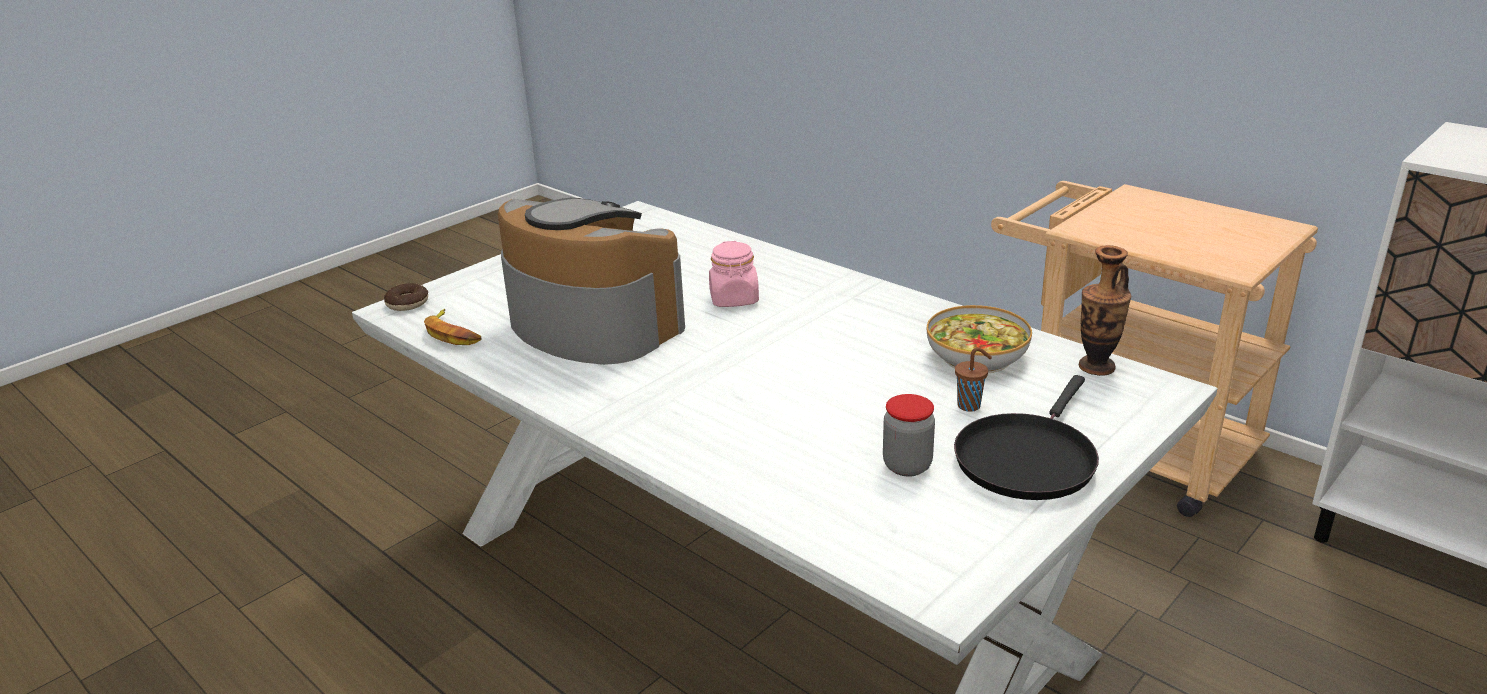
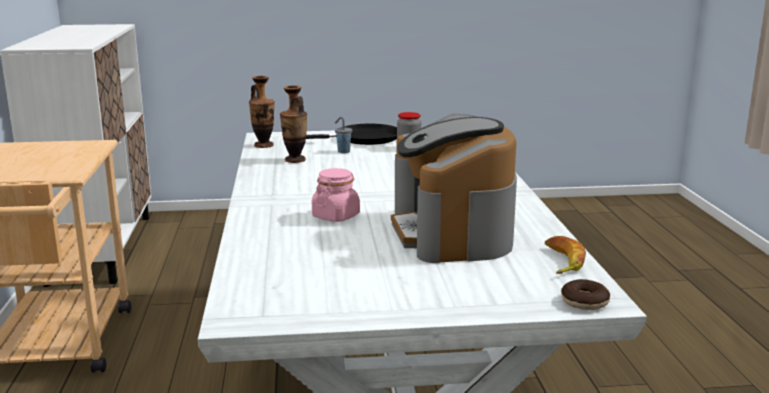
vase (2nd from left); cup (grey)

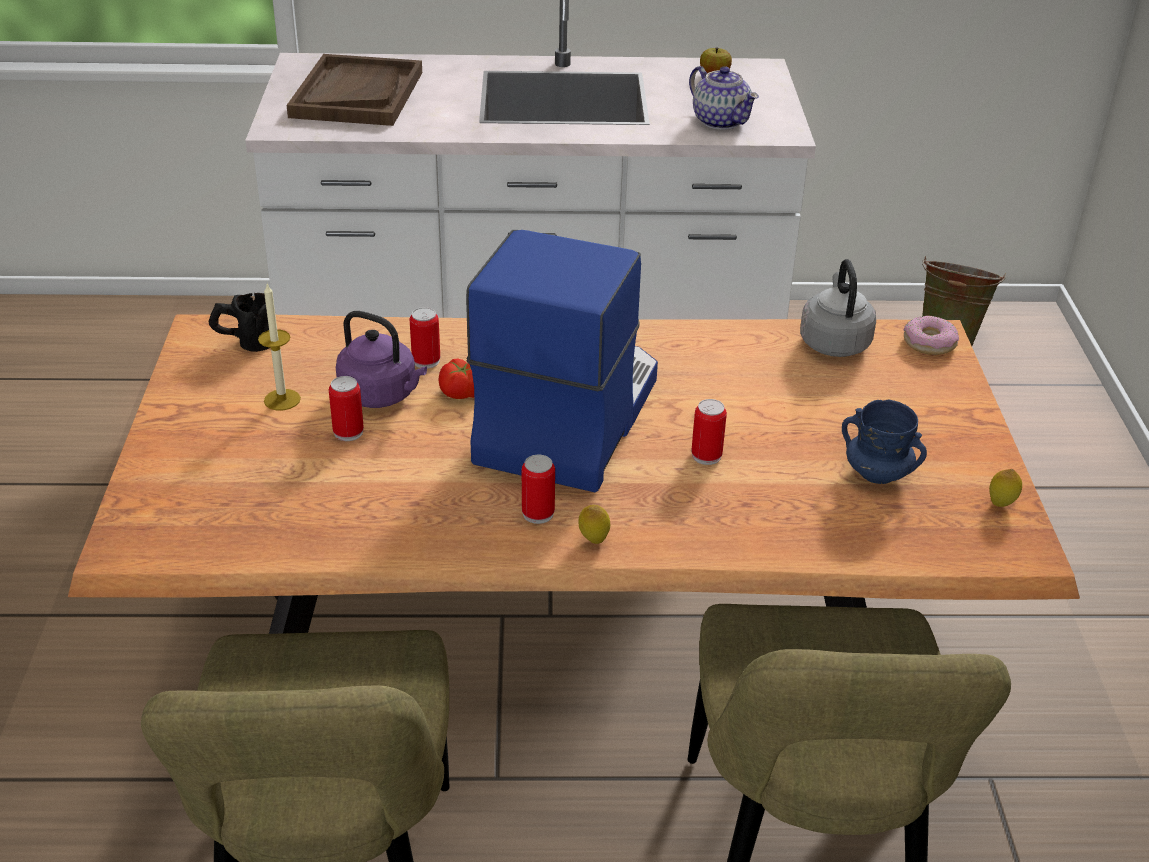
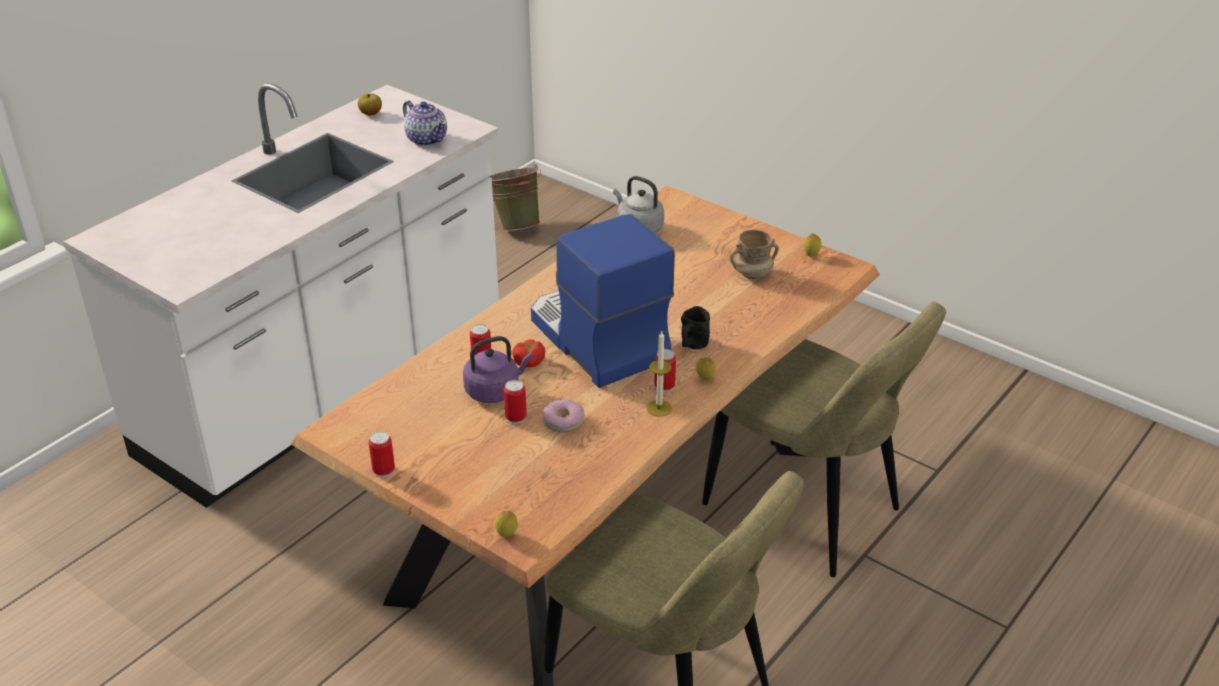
can (1st from left); teapot; lemon (1st from left); donut; candle; mug (black); mug (beige); tray (brown)

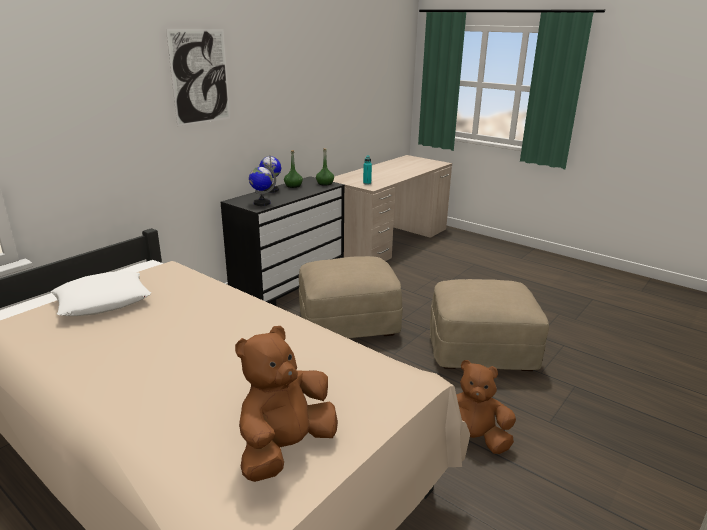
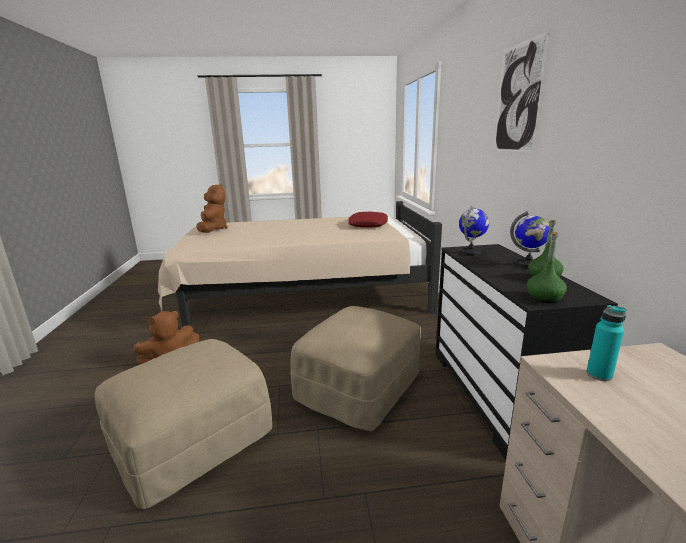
pillow (red)

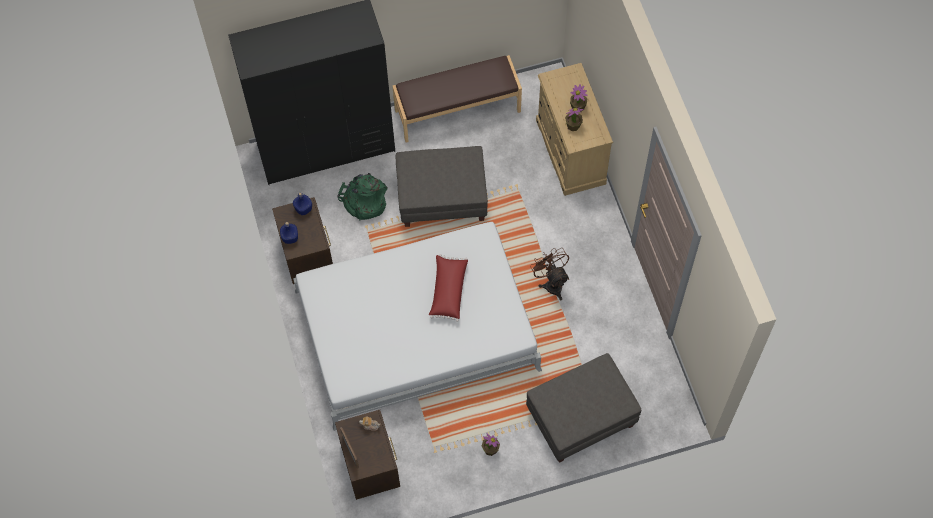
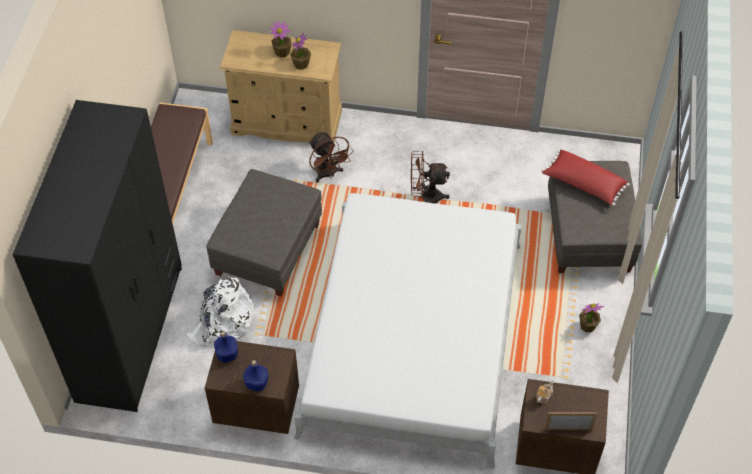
backpack (white); fan (brown) (1st from left); pillow (red)

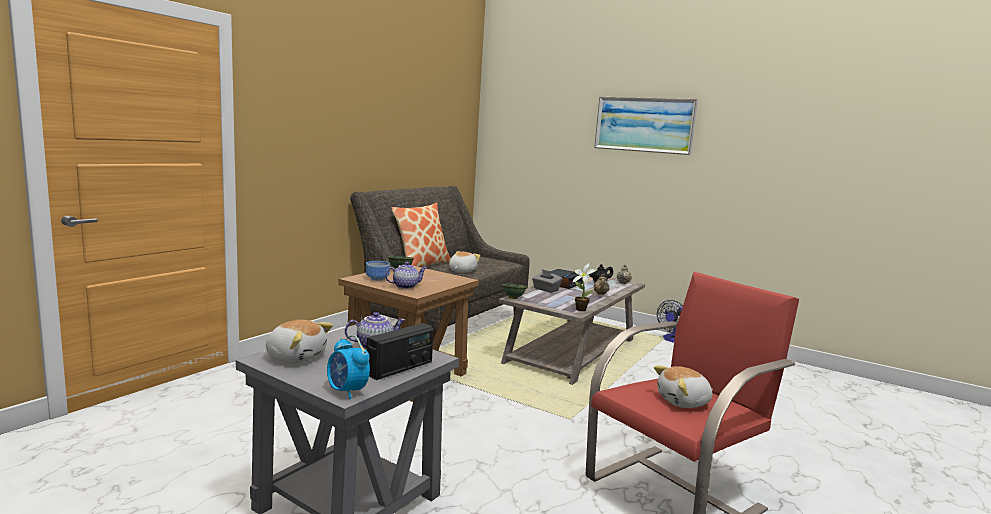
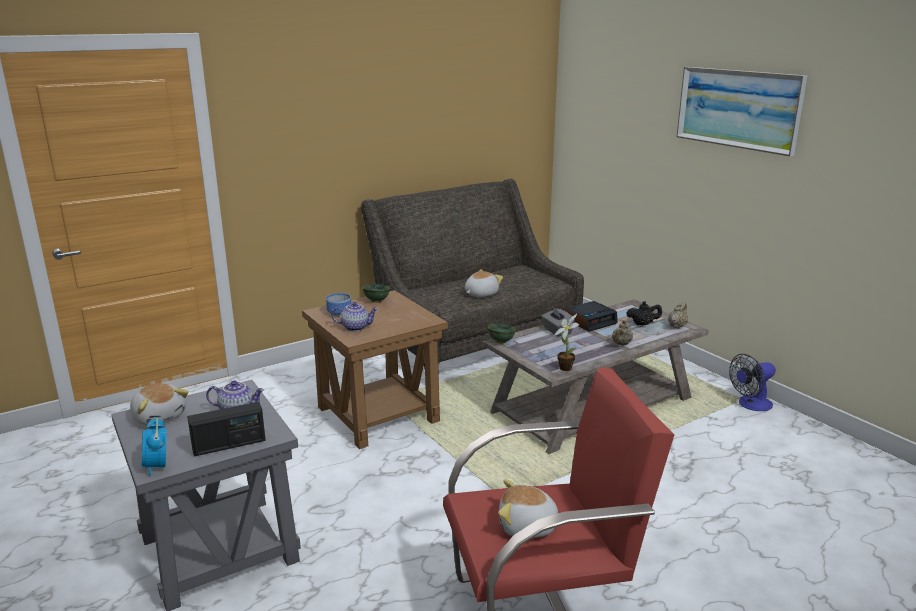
pillow

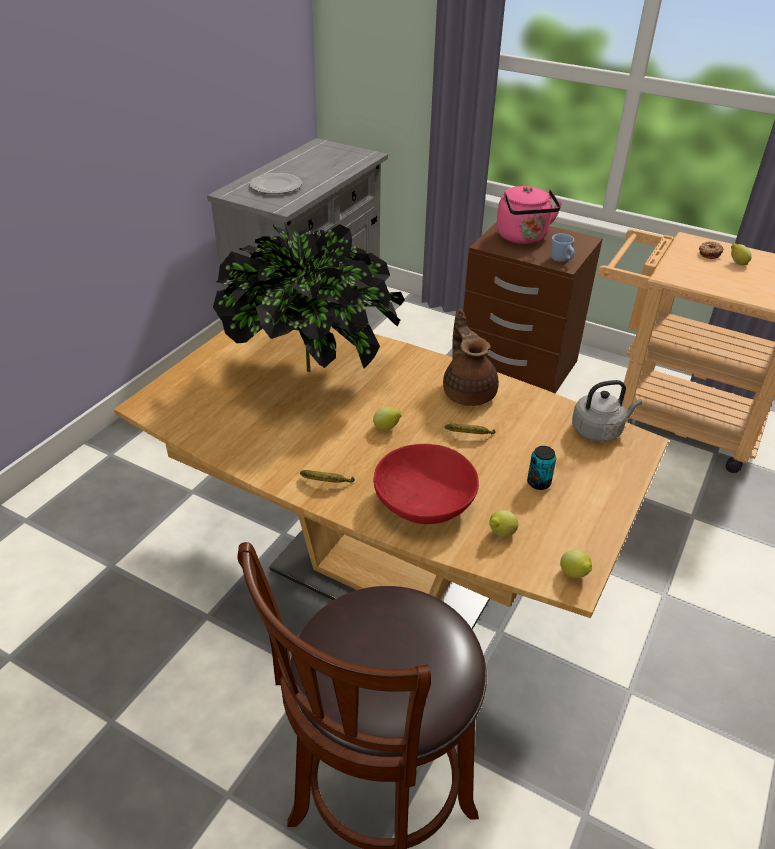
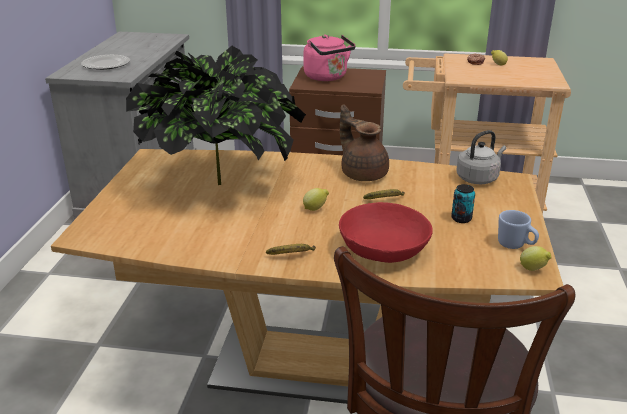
mug (blue); lemon (2nd from left in the first image)

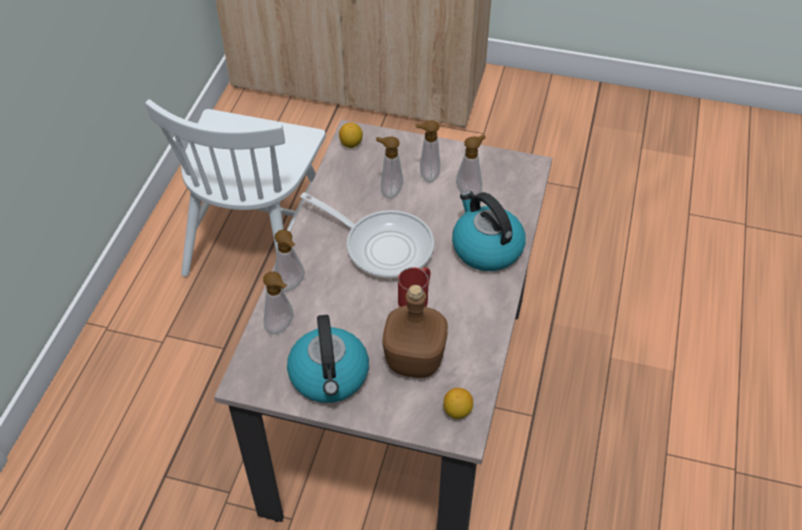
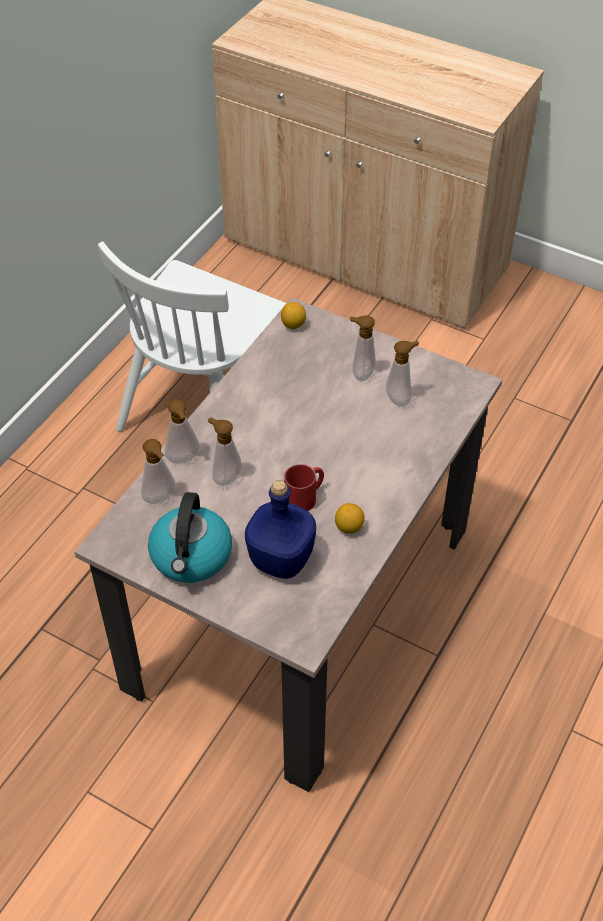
soap dispenser (3rd from left); bottle (blue); lemon (2nd from left); frying pan; kettle (2nd from left in the first image)

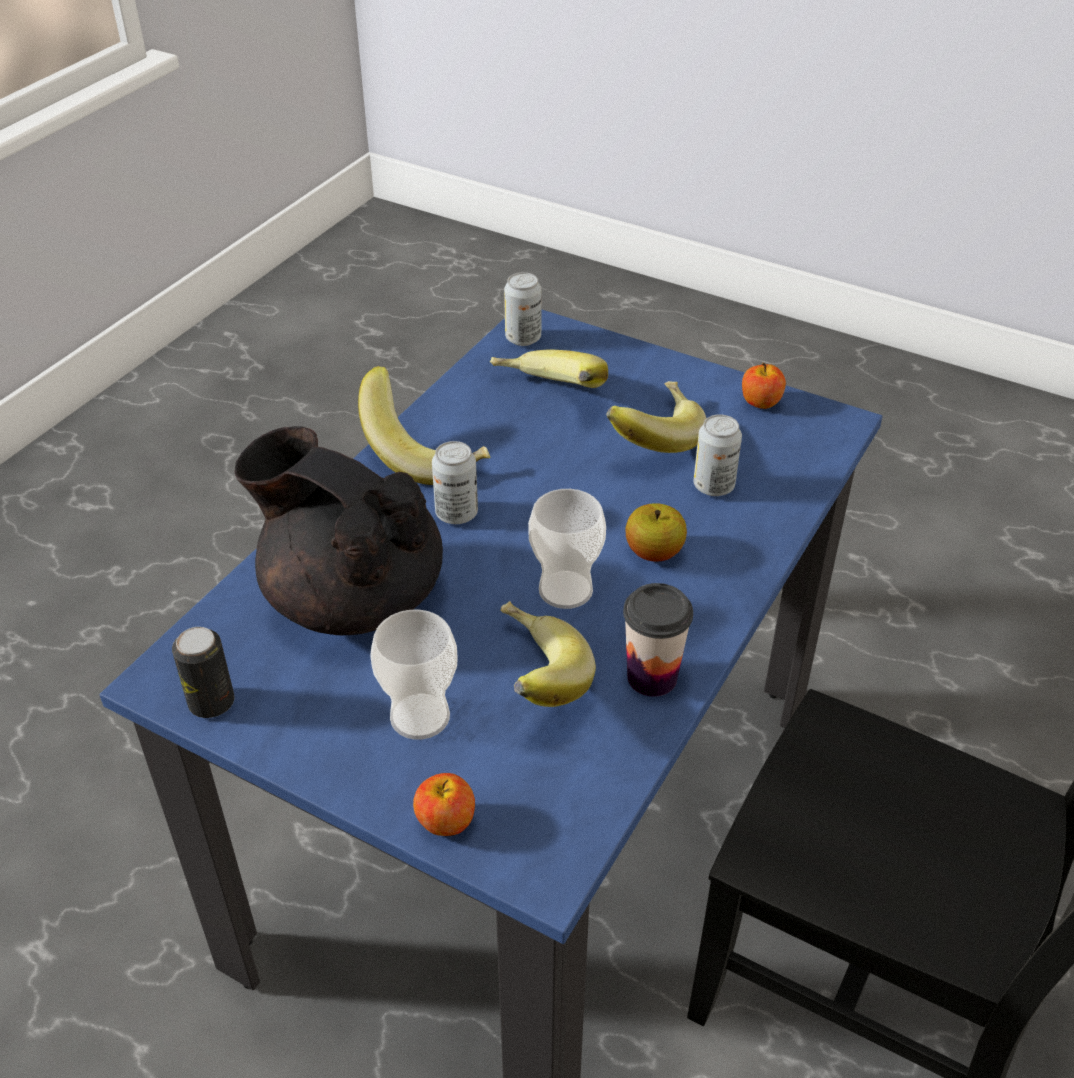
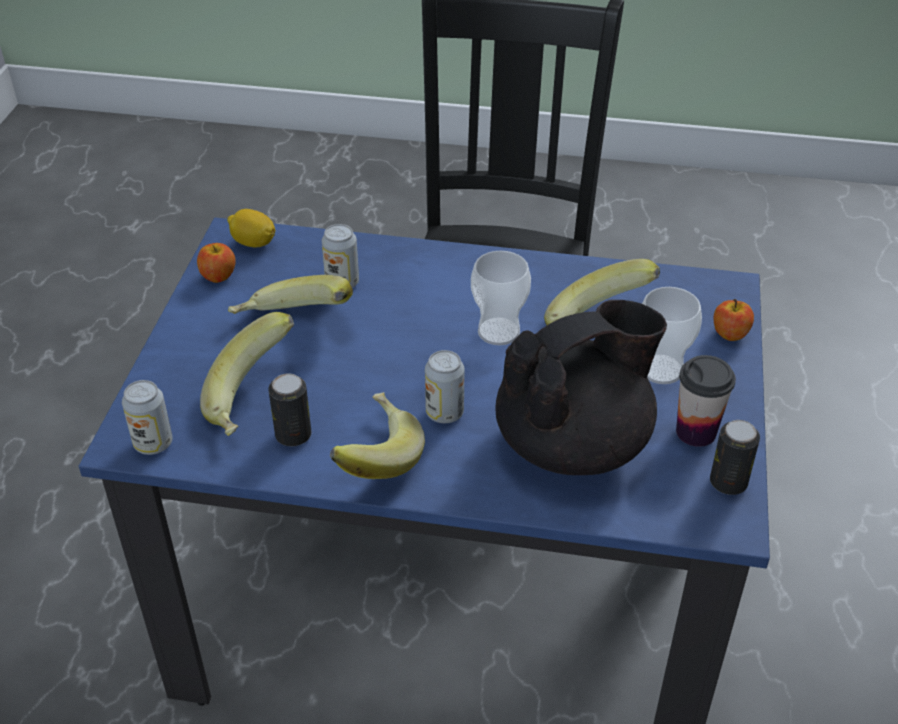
lemon; can (2nd from left); teapot (black); cup (3rd from left); apple (2nd from left in the first image)

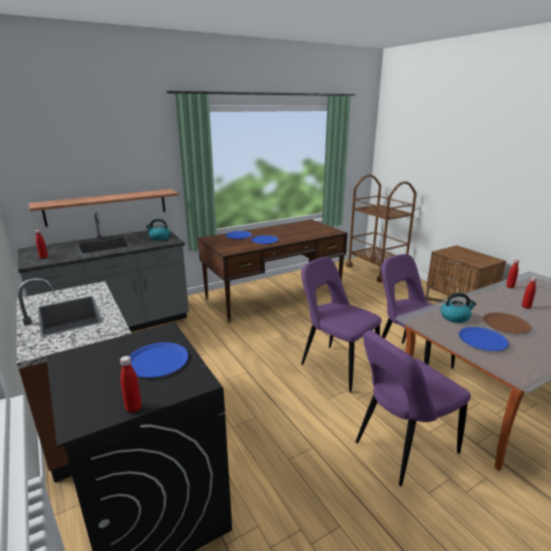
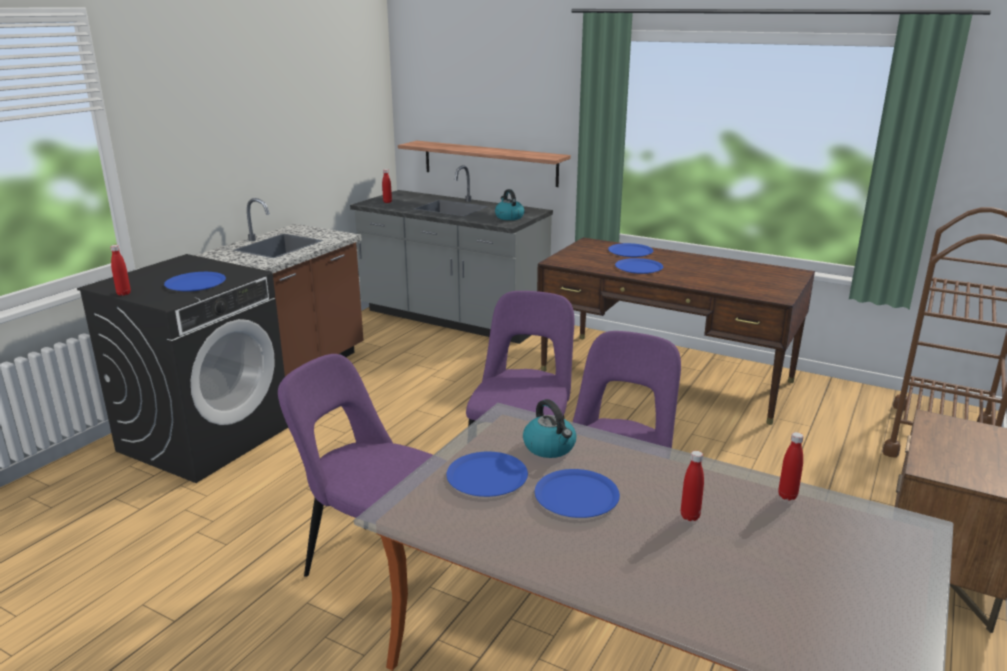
plate (blue) (3rd from left)

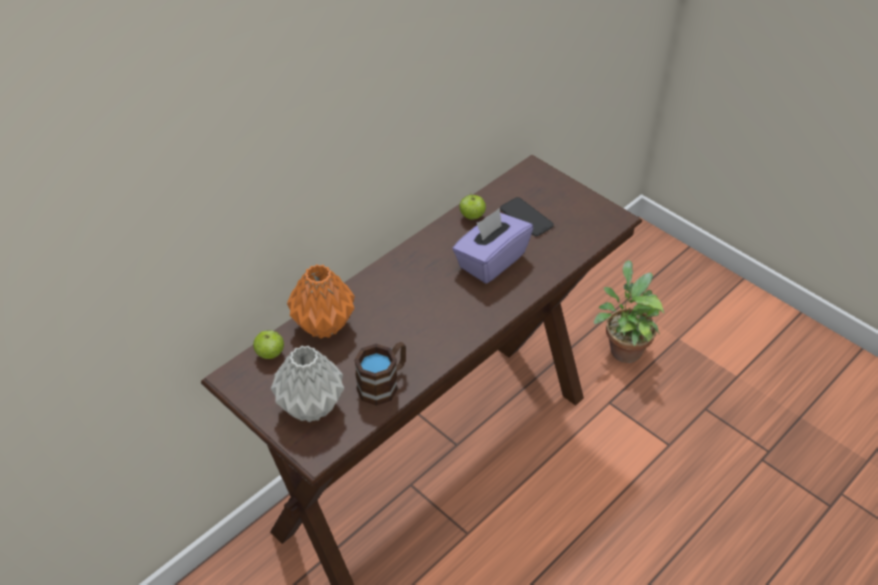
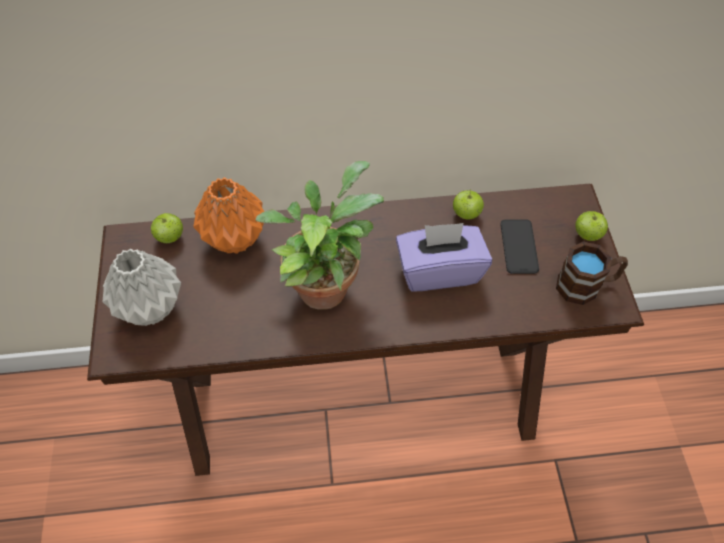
potted plant; mug (brown); apple (3rd from left)

